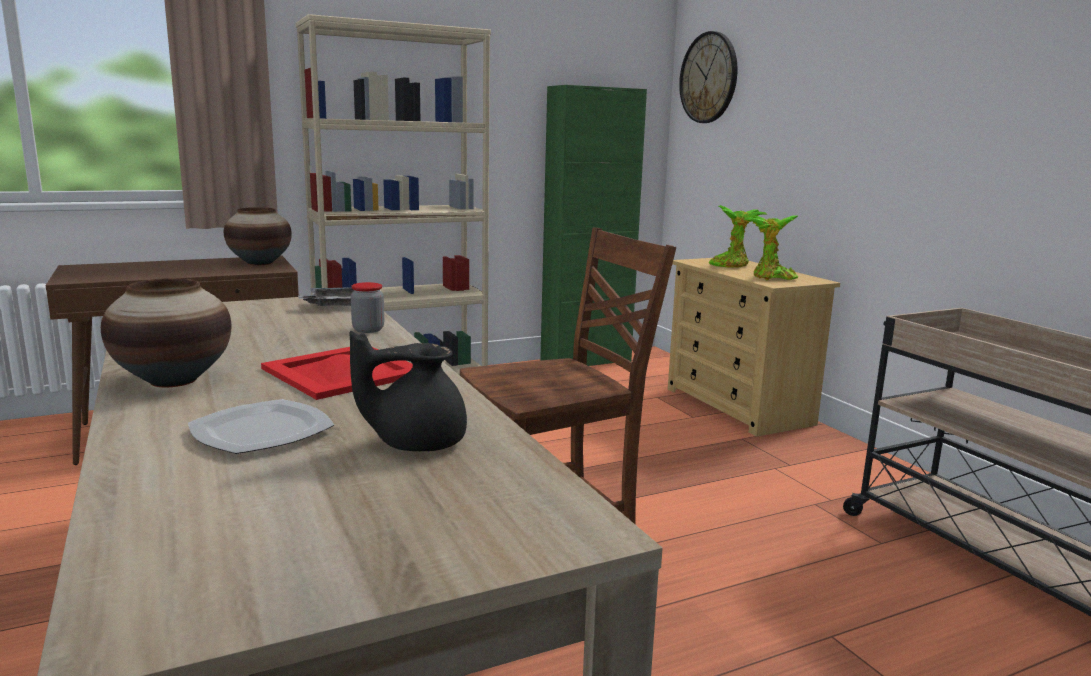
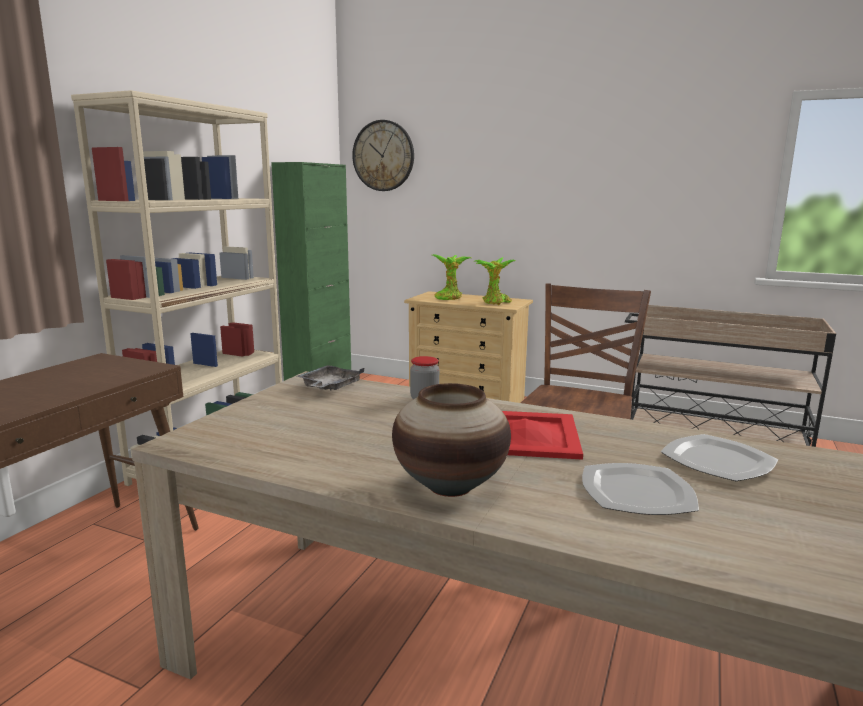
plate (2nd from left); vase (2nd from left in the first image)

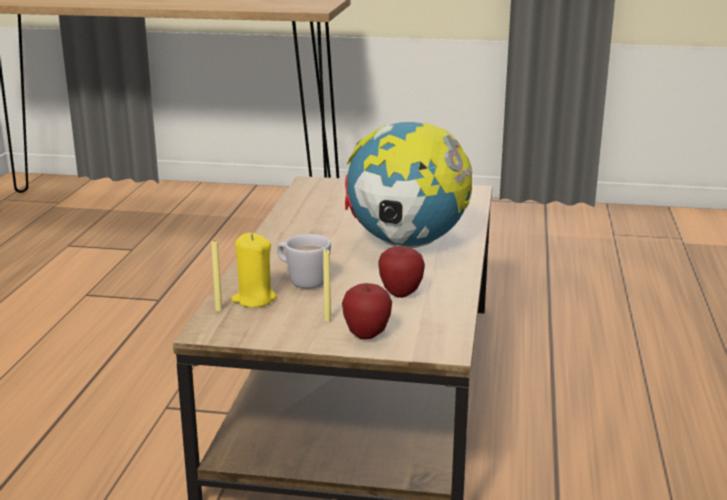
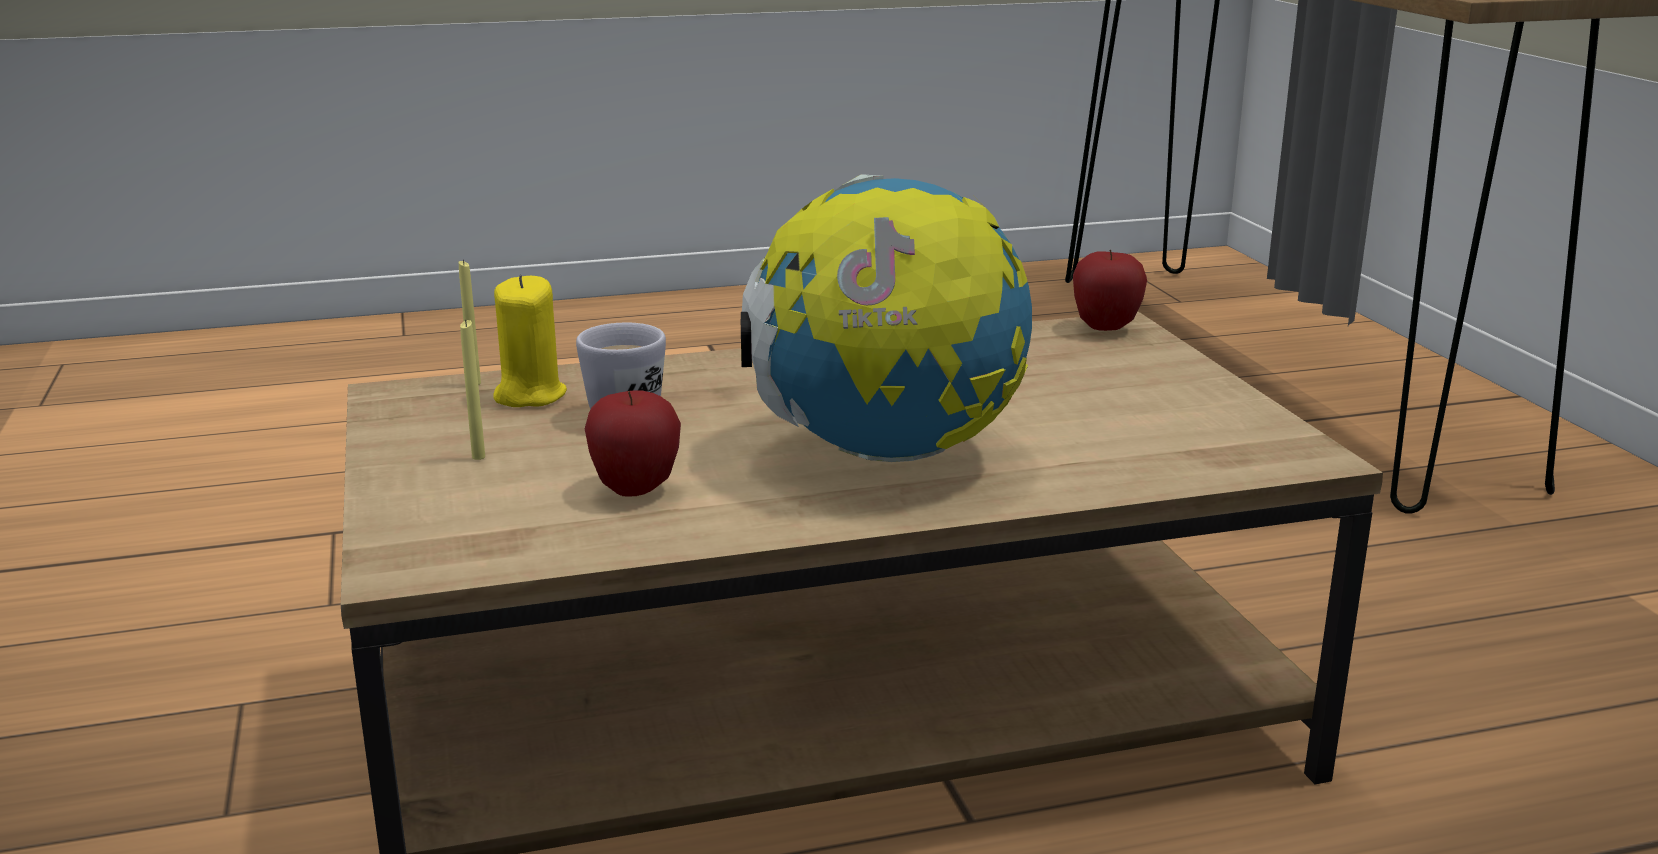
apple (2nd from left)

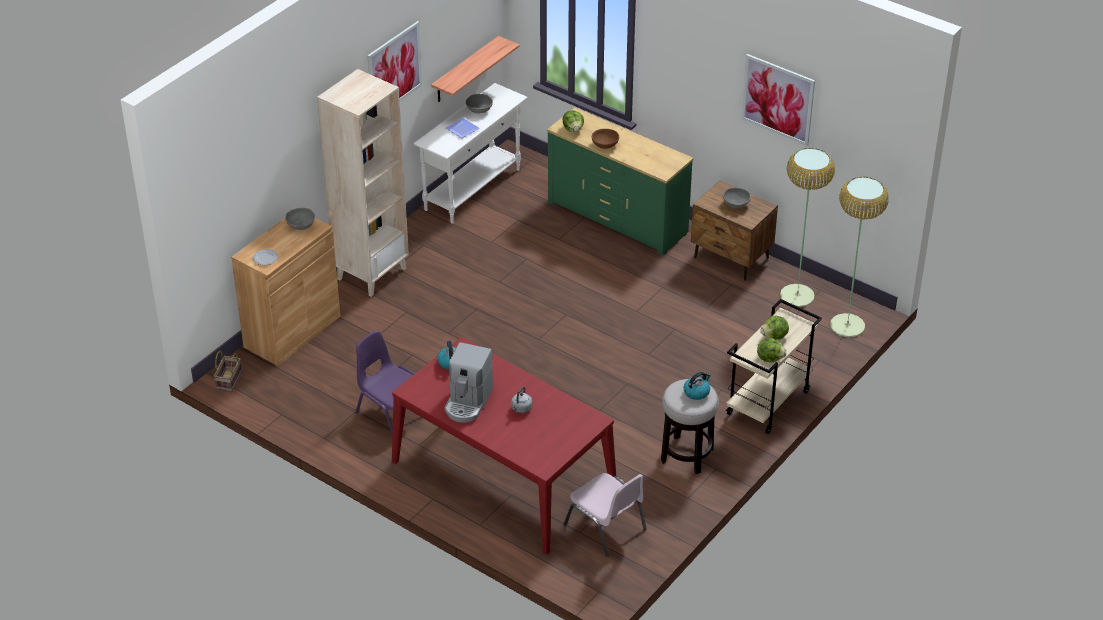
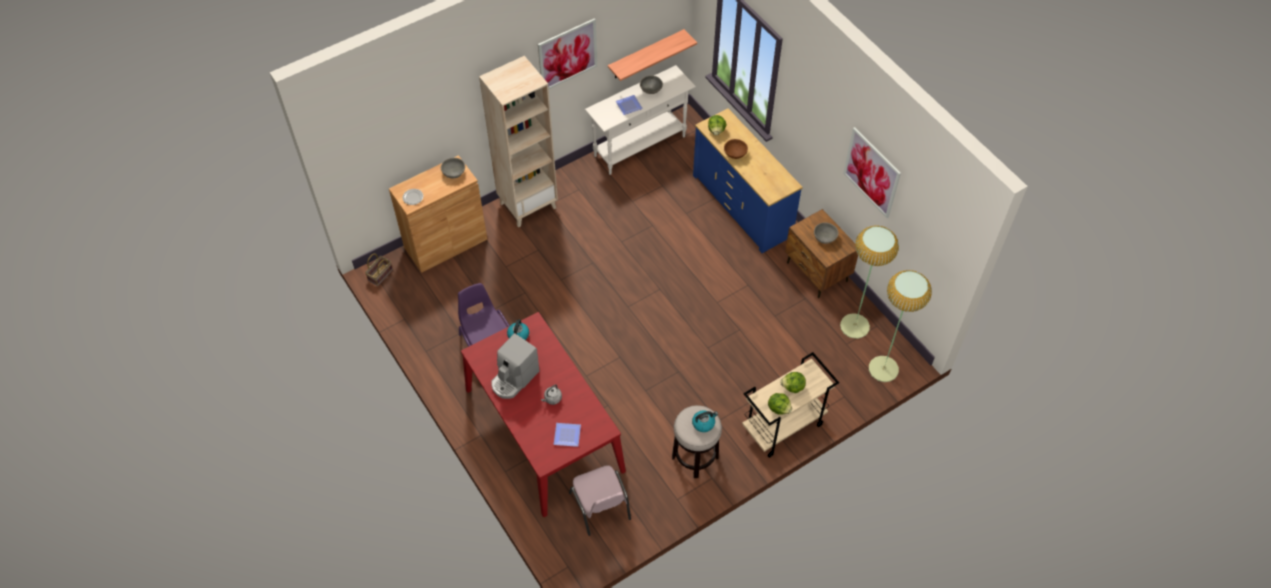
plate (2nd from left); dresser (blue)

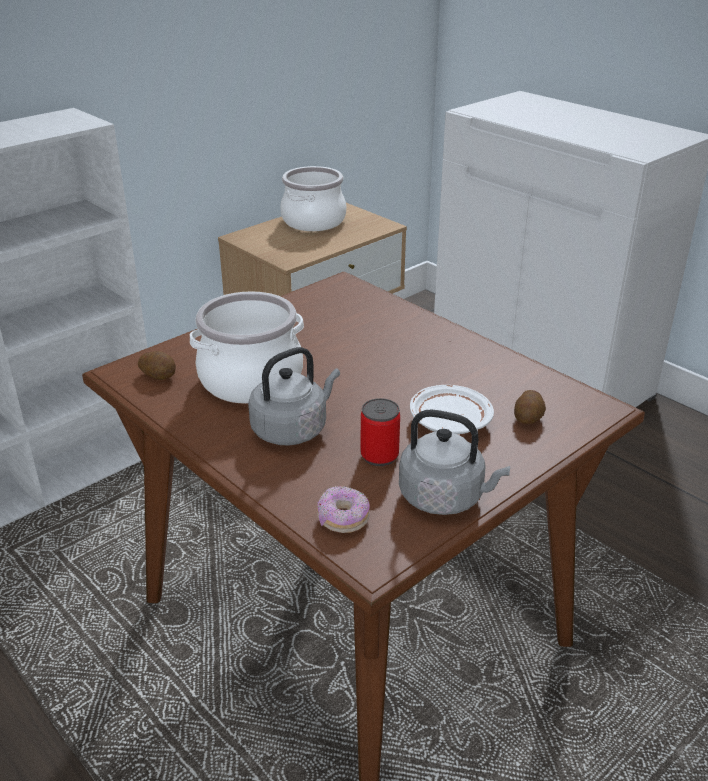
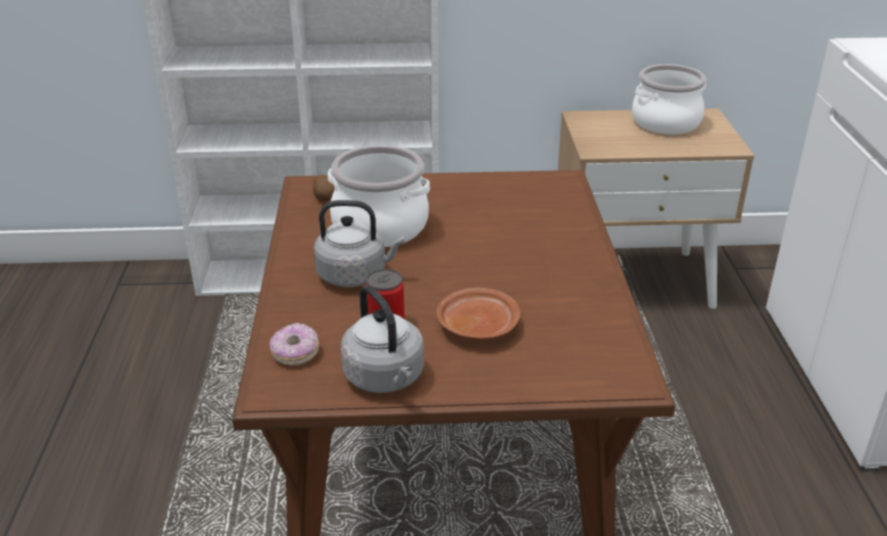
plate (brown); potato (2nd from left in the first image)

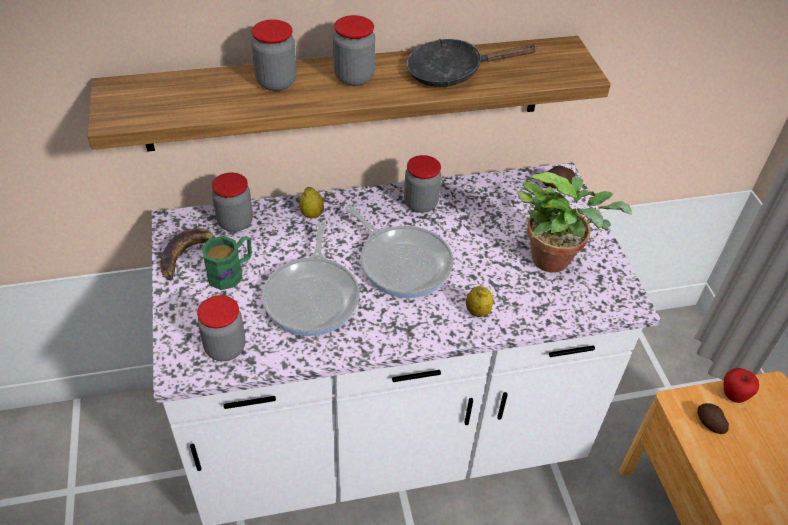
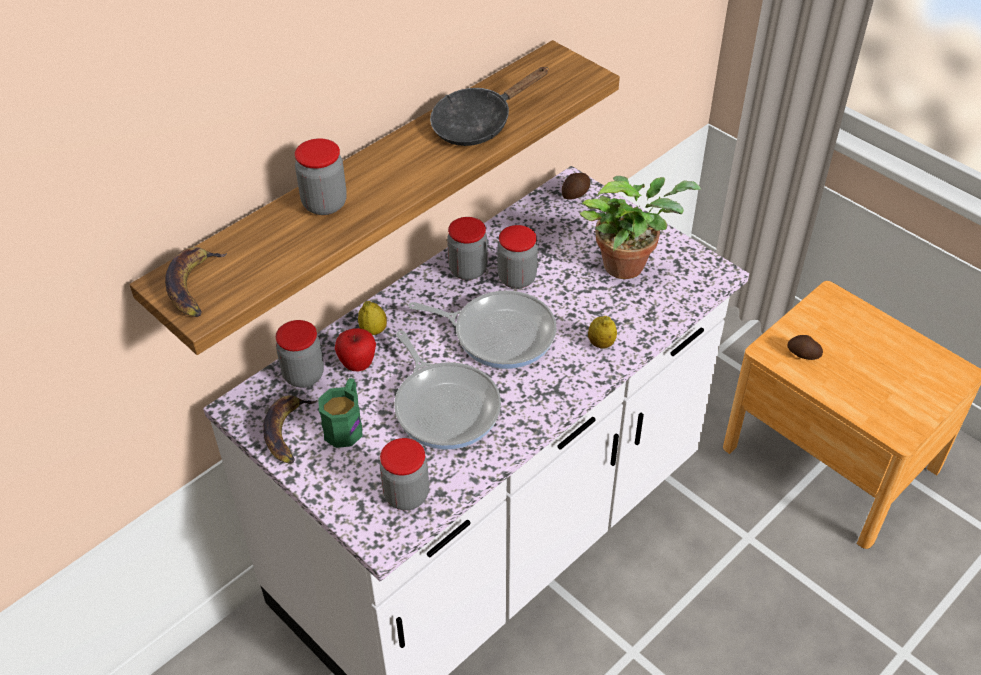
banana (1st from left); apple; jar (5th from left)

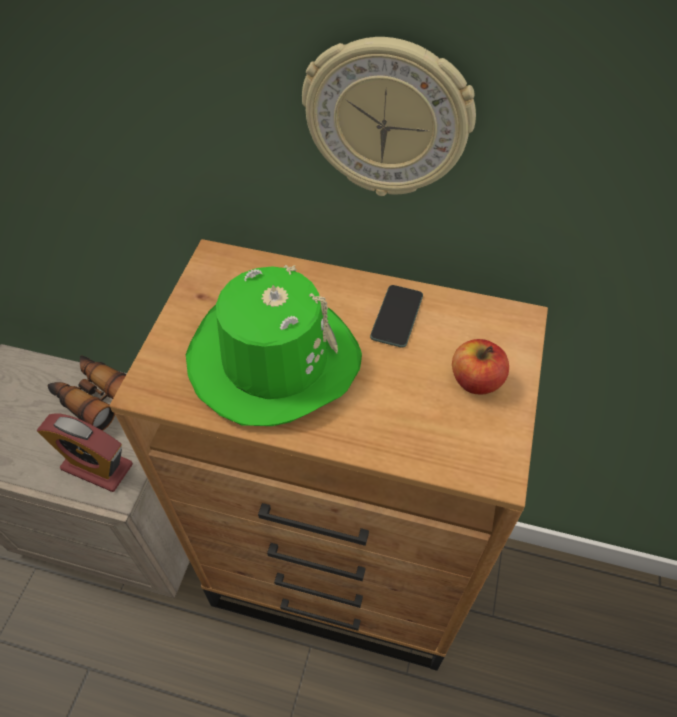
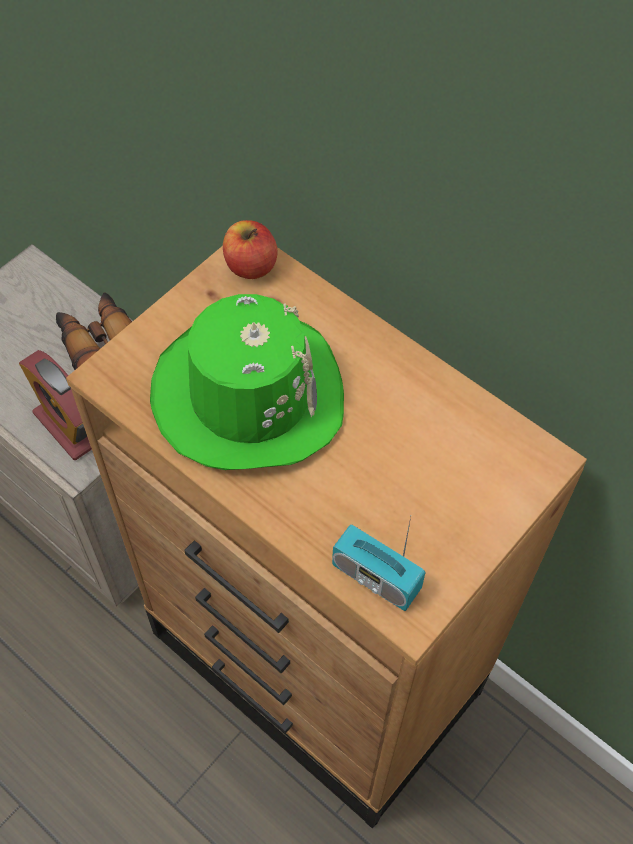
apple; radio; wall clock; phone

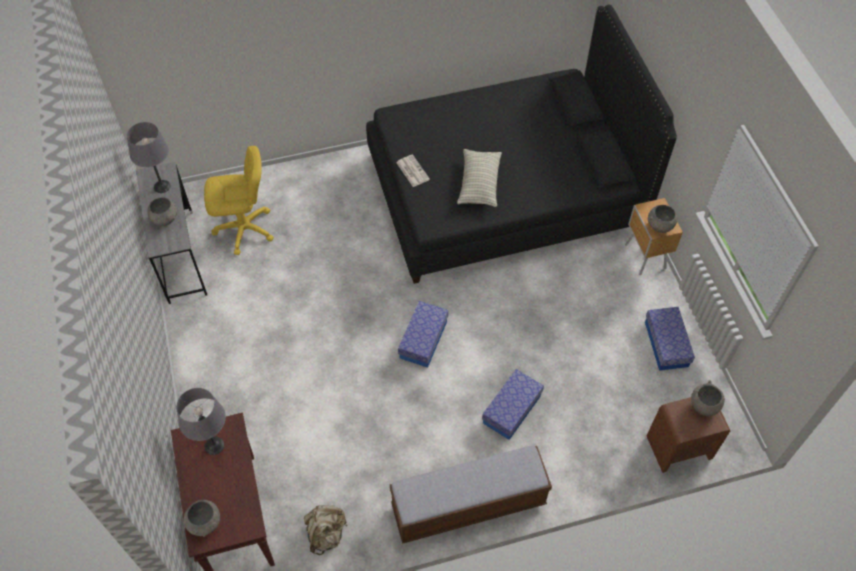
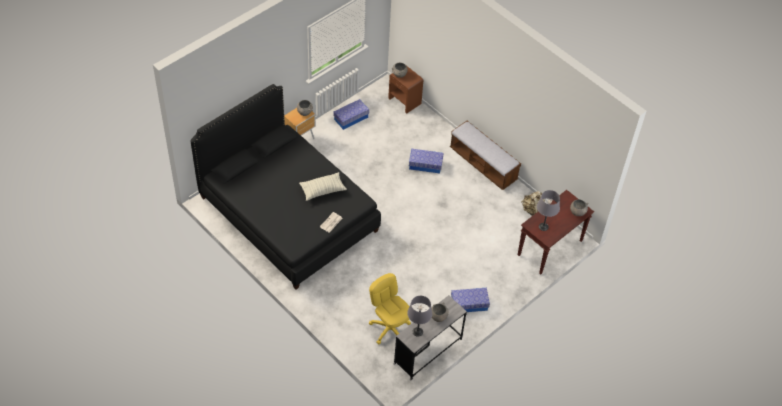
storage box (3rd from left)

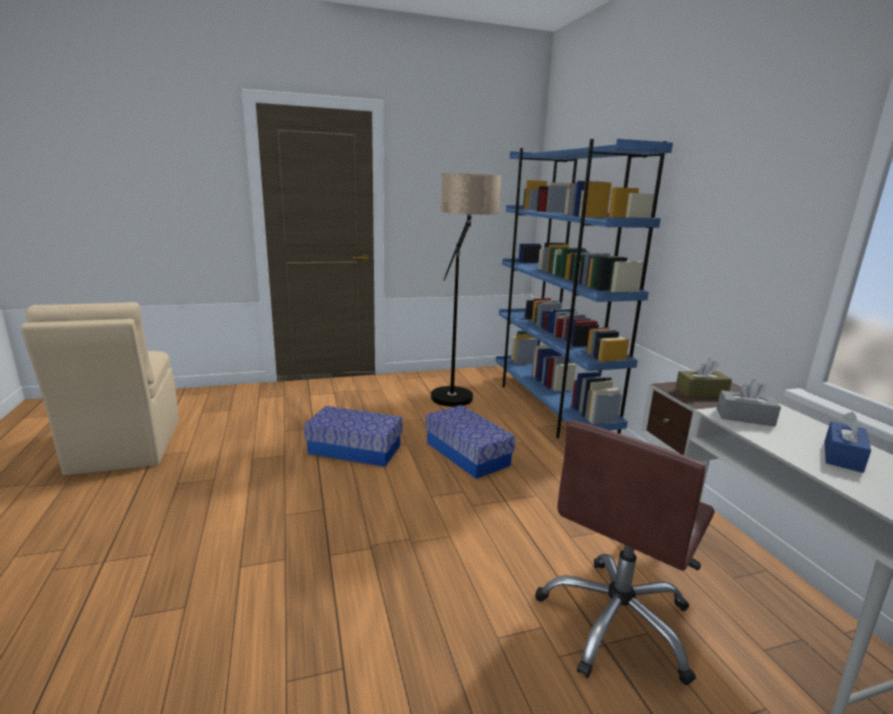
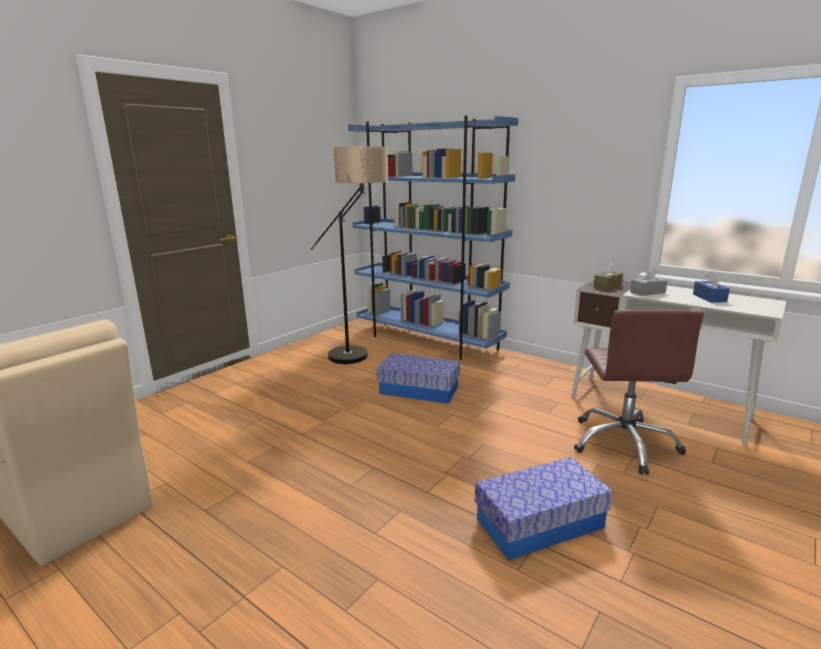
storage box (2nd from left)

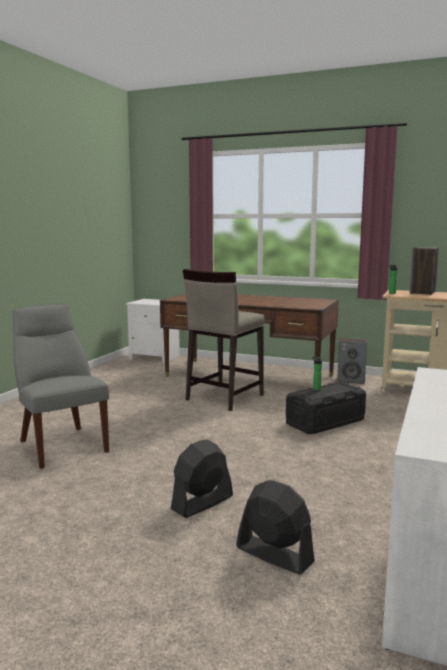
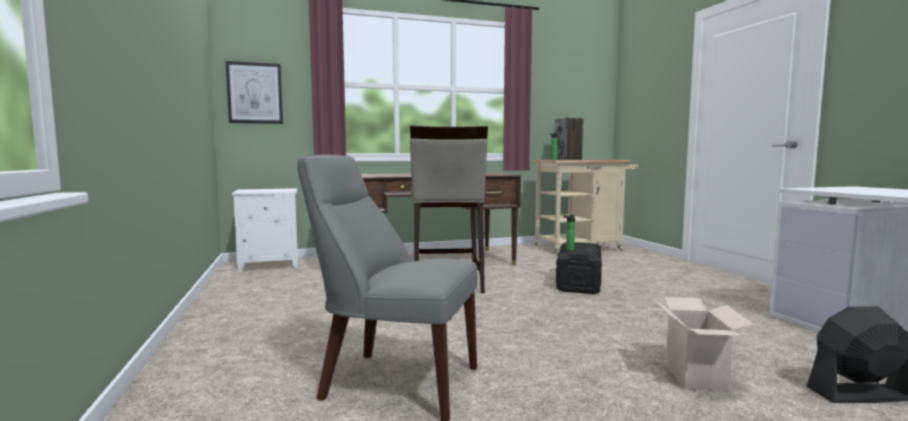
picture; cardboard box; speaker (1st from left in the first image)

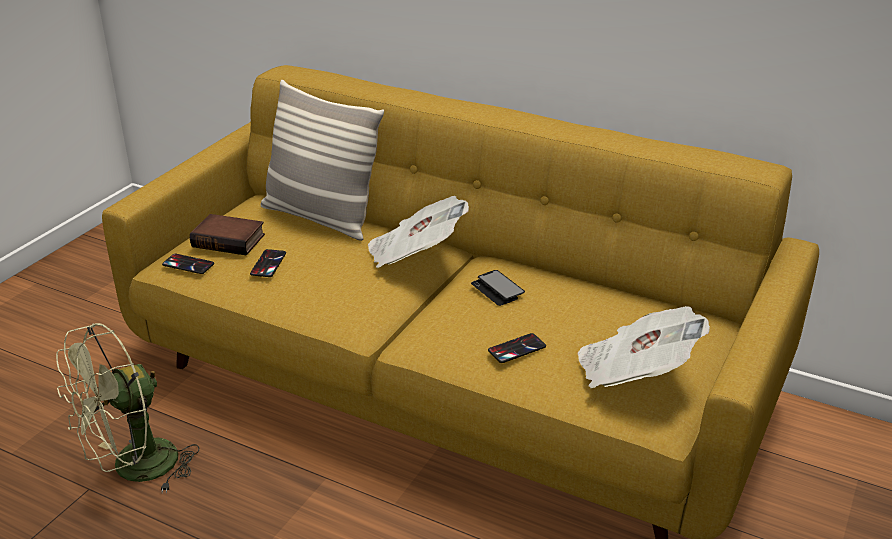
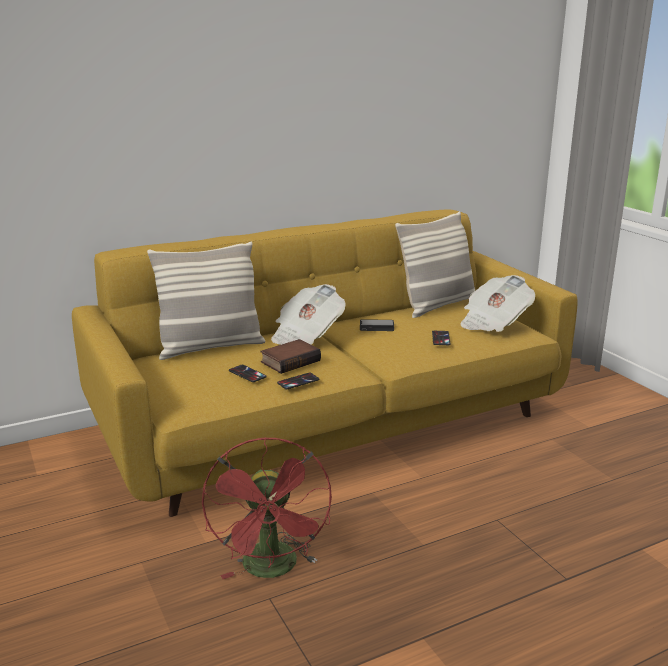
fan (red); book; phone (2nd from left); pillow (2nd from left)

